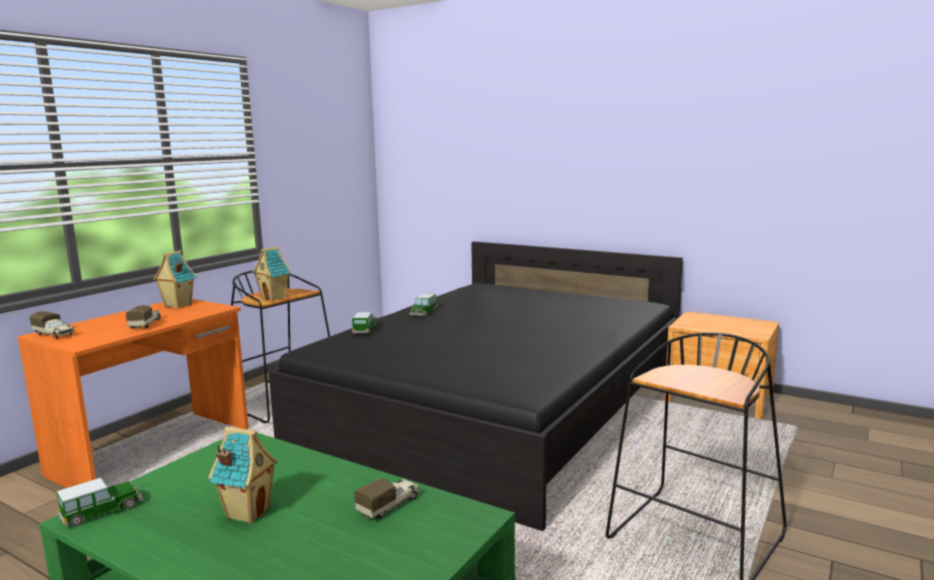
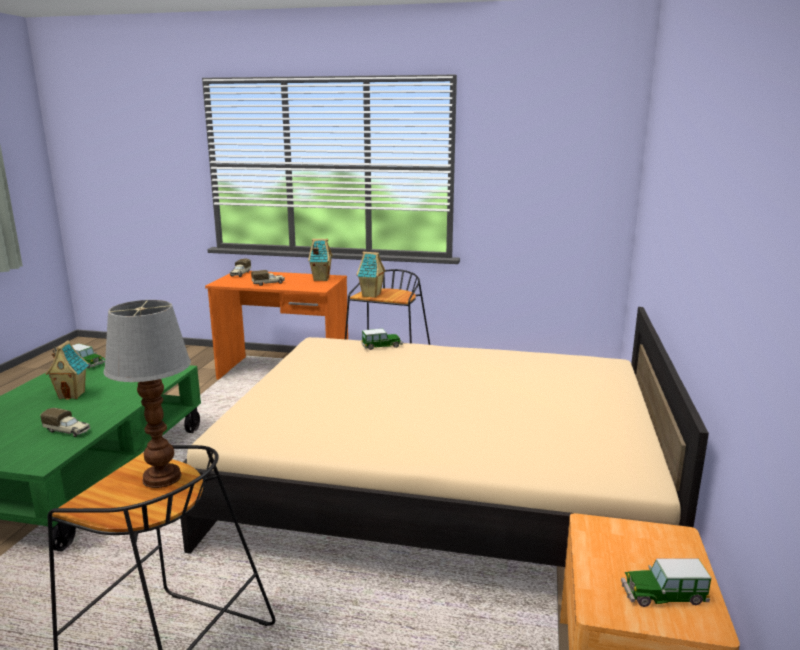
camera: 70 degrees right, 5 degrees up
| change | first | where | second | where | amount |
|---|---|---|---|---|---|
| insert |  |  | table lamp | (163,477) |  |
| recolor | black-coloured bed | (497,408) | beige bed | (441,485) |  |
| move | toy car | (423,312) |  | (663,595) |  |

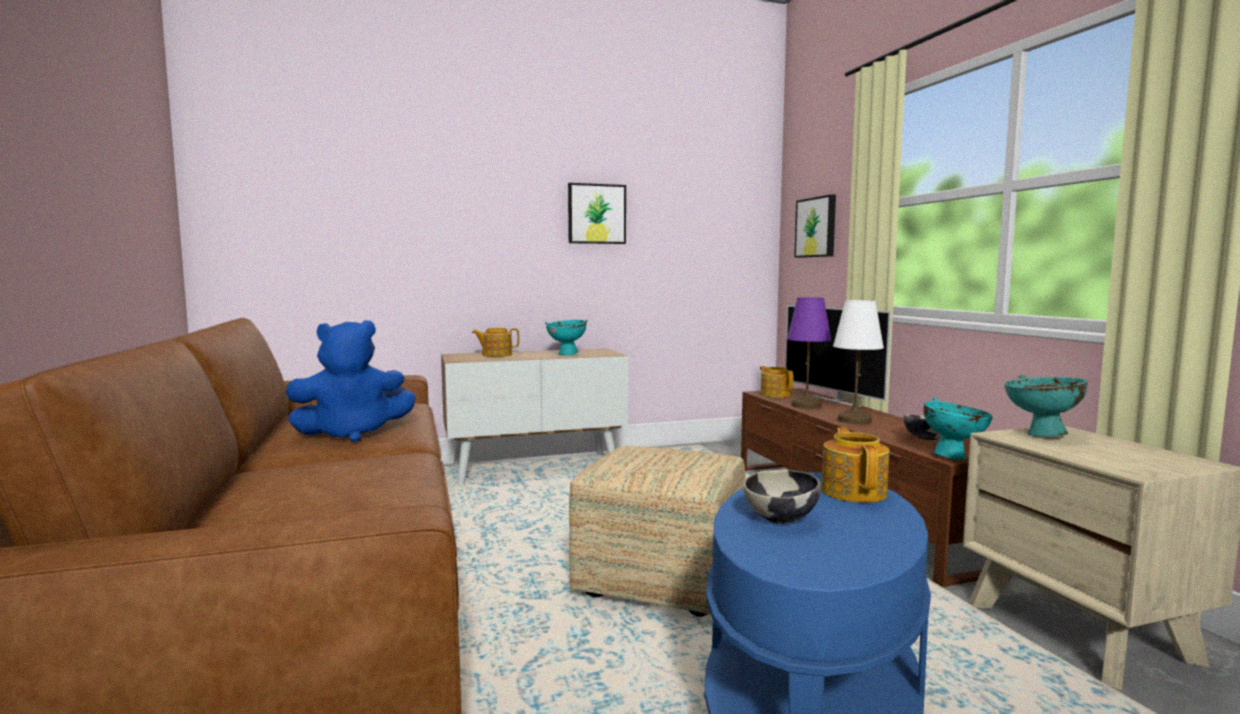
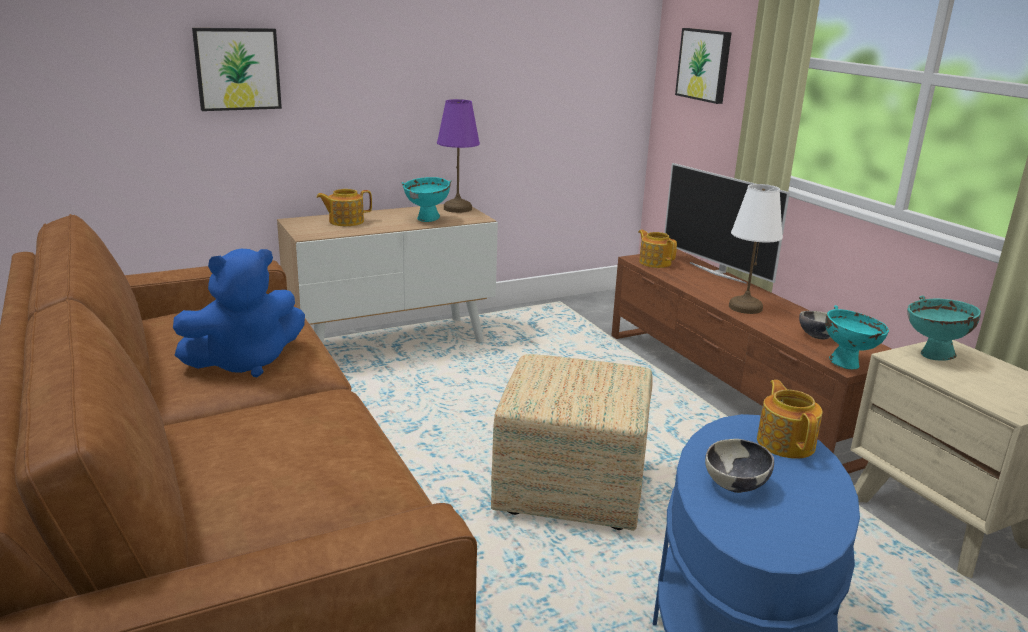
camera: 10 degrees left, 15 degrees up
| change | first | where | second | where | amount |
|---|---|---|---|---|---|
| move | wall art | (596,214) |  | (237,69) |  |
| move | purple-coloured table lamp | (807,405) |  | (458,209) |  |

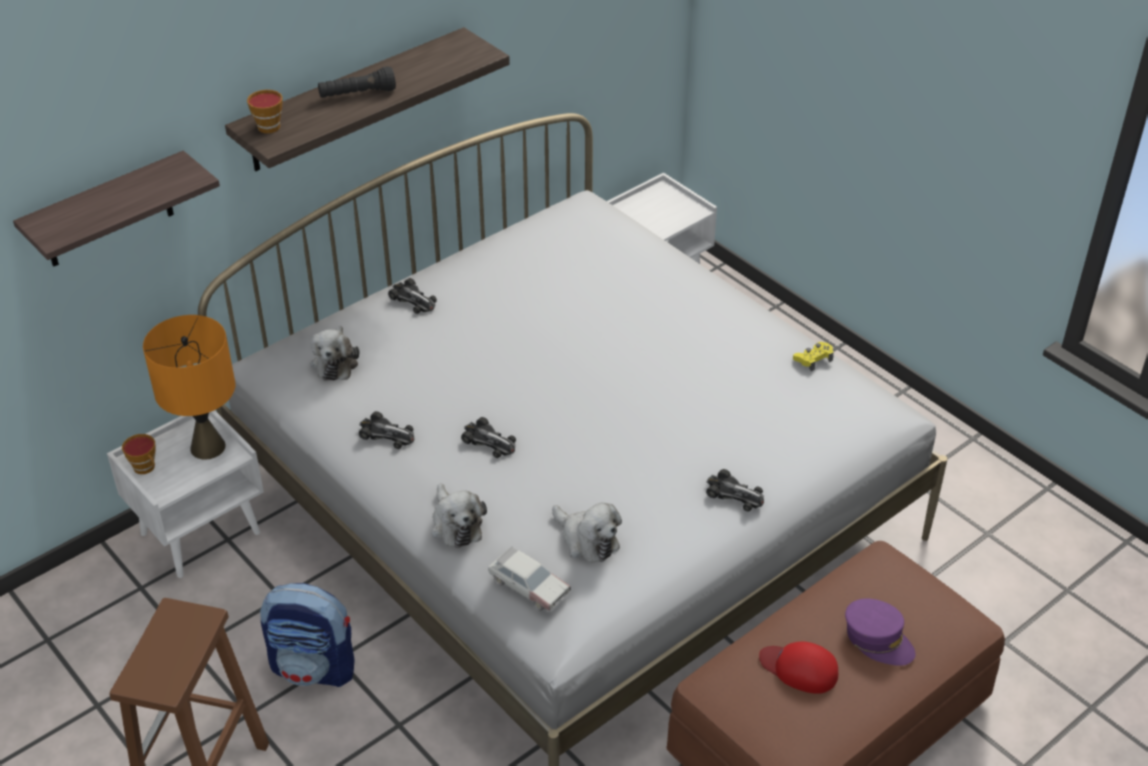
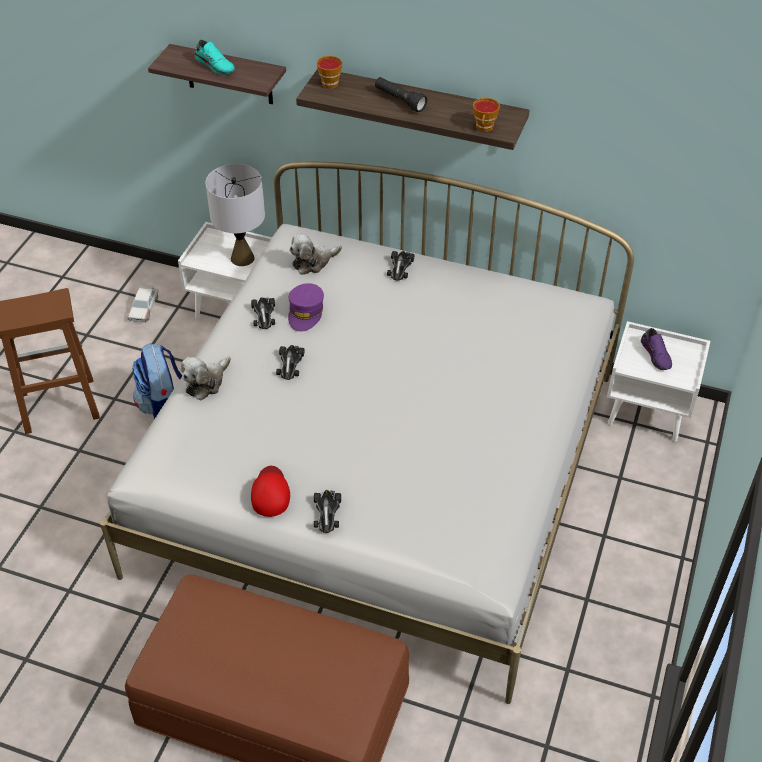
camera: 60 degrees right, 5 degrees up
| change | first | where | second | where | amount |
|---|---|---|---|---|---|
| move | toy car | (528,585) |  | (144,308) |  |
| insert |  |  | blue-green low shoe | (216,65) |  |
| recolor | orange-coloured table lamp | (207,447) | gray table lamp | (242,258) |  |
| move | red cap | (799,669) |  | (270,492) |  |
| move | purple-coloured cap | (878,639) |  | (305,313) |  |
| move | cup | (146,468) |  | (484,128) |  |
| insert |  |  | purple-coloured low shoe | (656,355) |  |
| delete | soft toy | (587,540) |  |  |  |
| delete | yellow joypad | (813,359) |  |  |  |

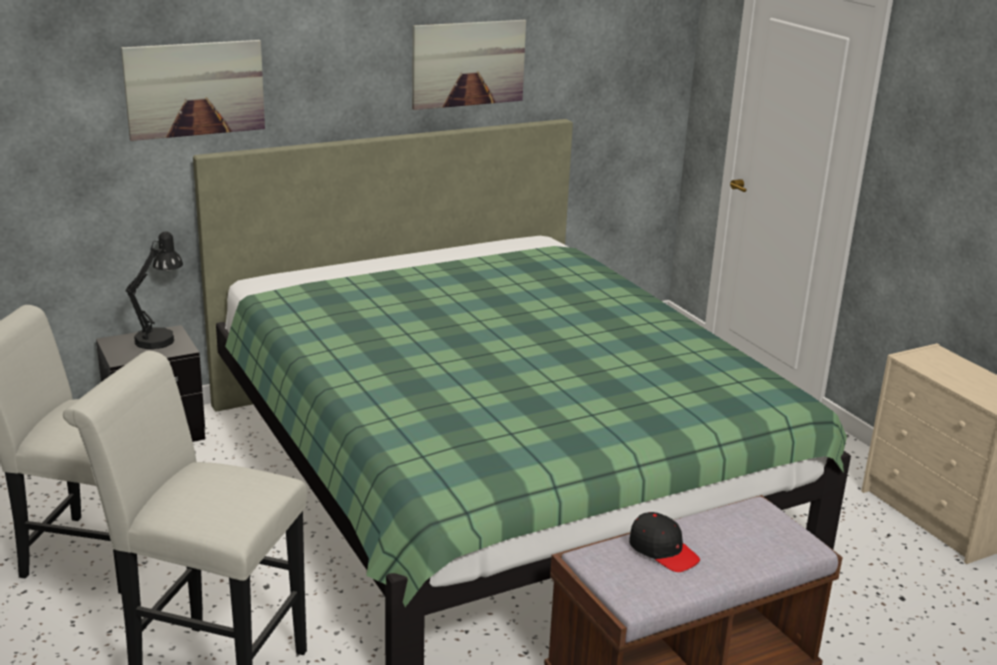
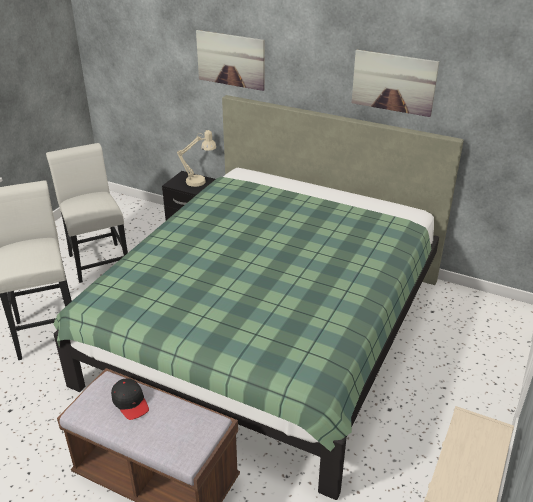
camera: 55 degrees right, 10 degrees up
| change | first | where | second | where | amount |
|---|---|---|---|---|---|
| rotate | black-coloured cap | (663,551) |  | (130,402) | 45 degrees counterclockwise |
| recolor | black-coloured table lamp | (160,337) | beige table lamp | (200,181) |  |

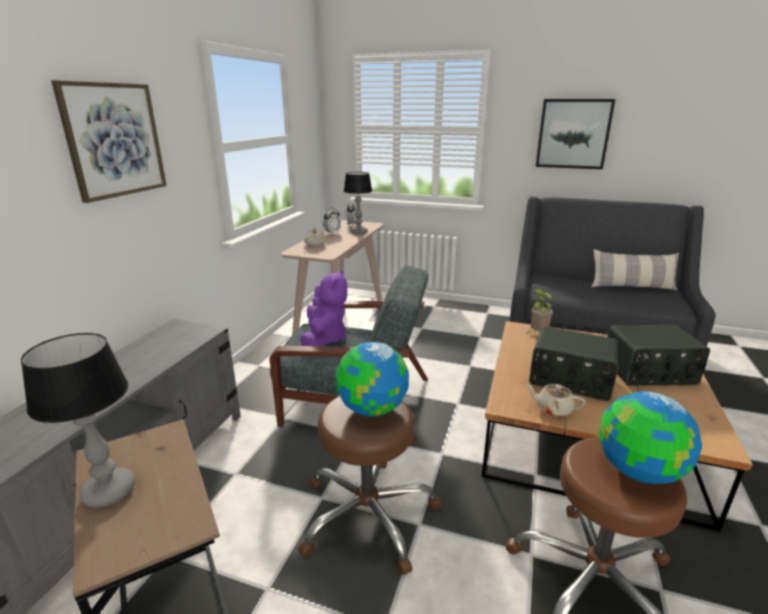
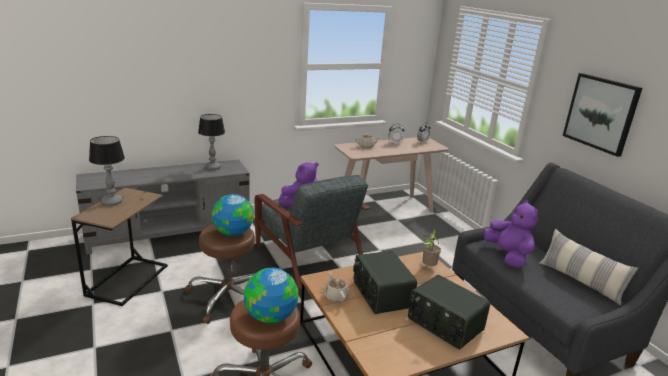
camera: 45 degrees right, 0 degrees up
| change | first | where | second | where | amount |
|---|---|---|---|---|---|
| move | table lamp | (358,232) |  | (212,167) |  |
| insert |  |  | purple-coloured soft toy | (507,256) |  |
| delete | wall art | (114,140) |  |  |  |

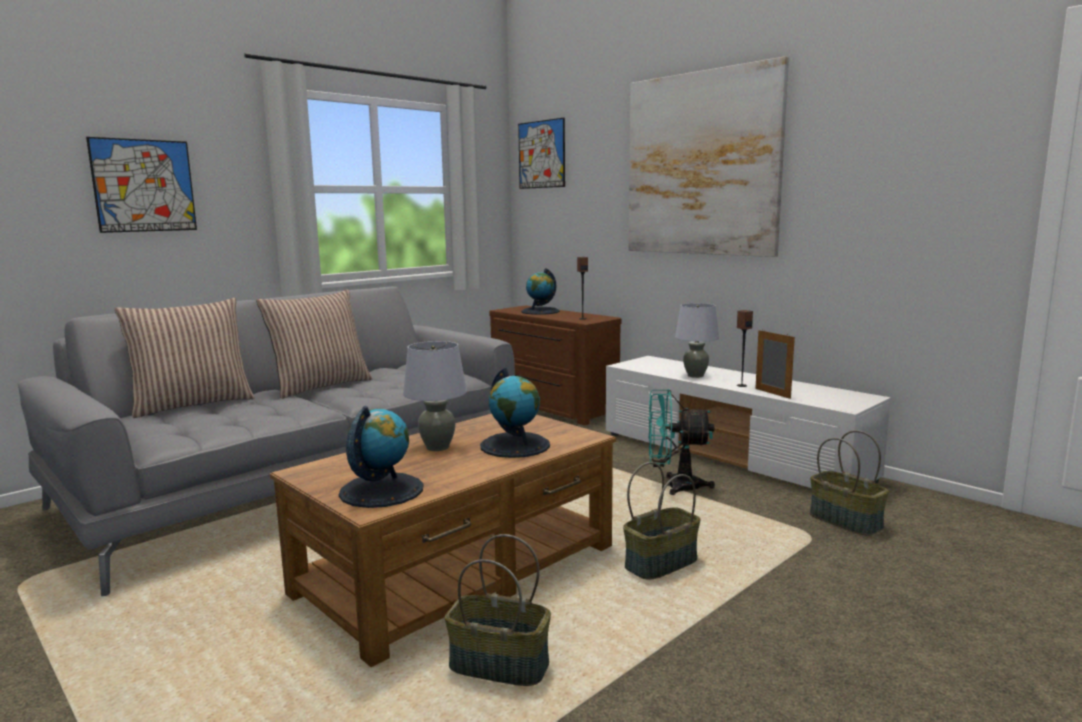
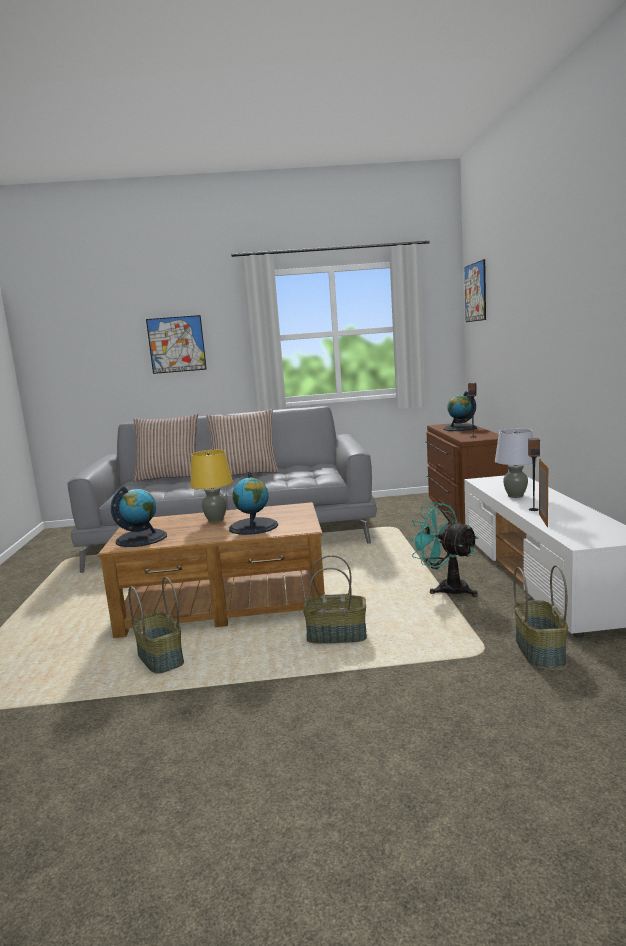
camera: 40 degrees right, 0 degrees up
| change | first | where | second | where | amount |
|---|---|---|---|---|---|
| recolor | gray table lamp | (437,447) | yellow table lamp | (215,520) |  |
| delete | wall art | (701,164) |  |  |  |

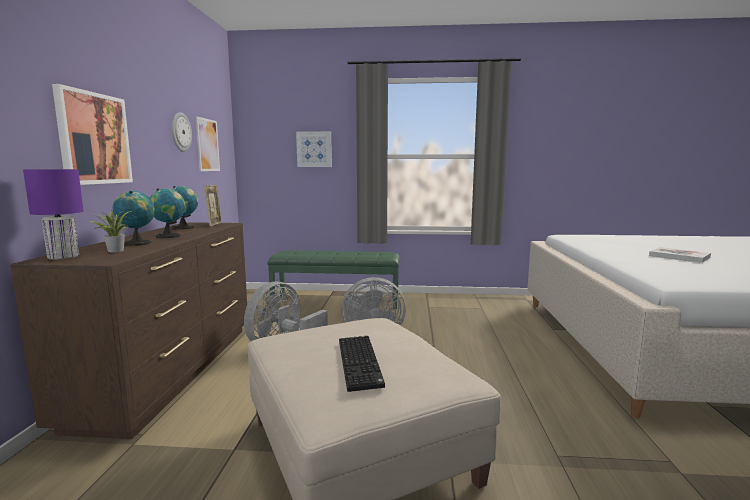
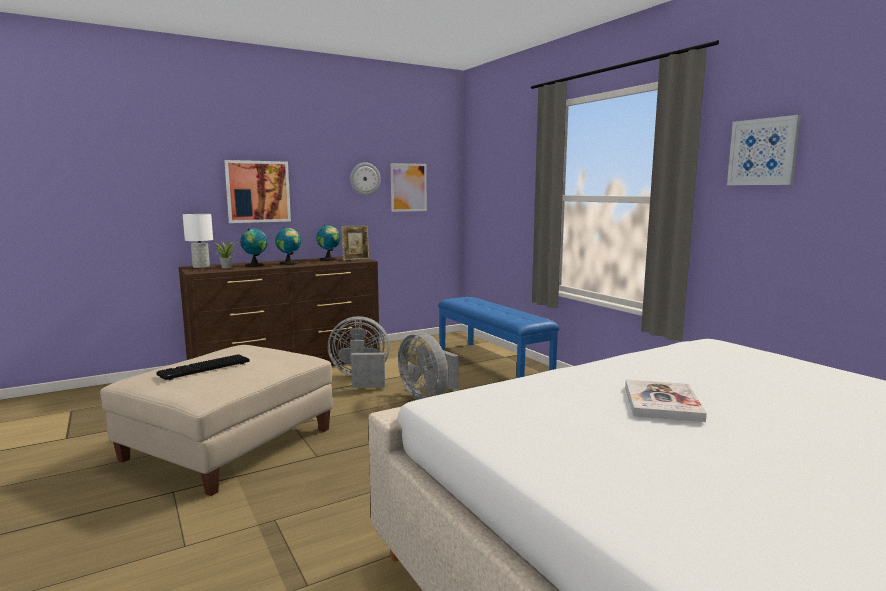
camera: 55 degrees right, 0 degrees up
| change | first | where | second | where | amount |
|---|---|---|---|---|---|
| recolor | purple-coloured table lamp | (62,257) | white-coloured table lamp | (200,267) |  |
| recolor | green-coloured indoor bench | (336,301) | blue-coloured indoor bench | (493,363) |  |
| move | wall art | (314,149) |  | (763,152) |  |

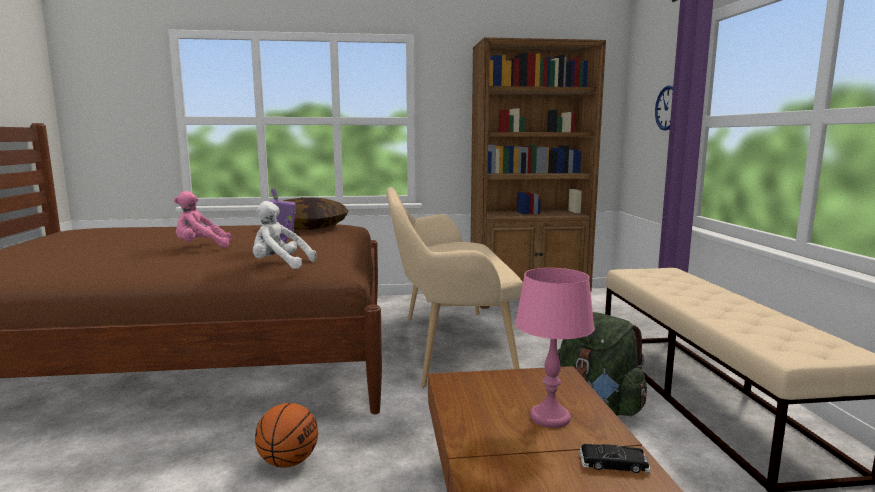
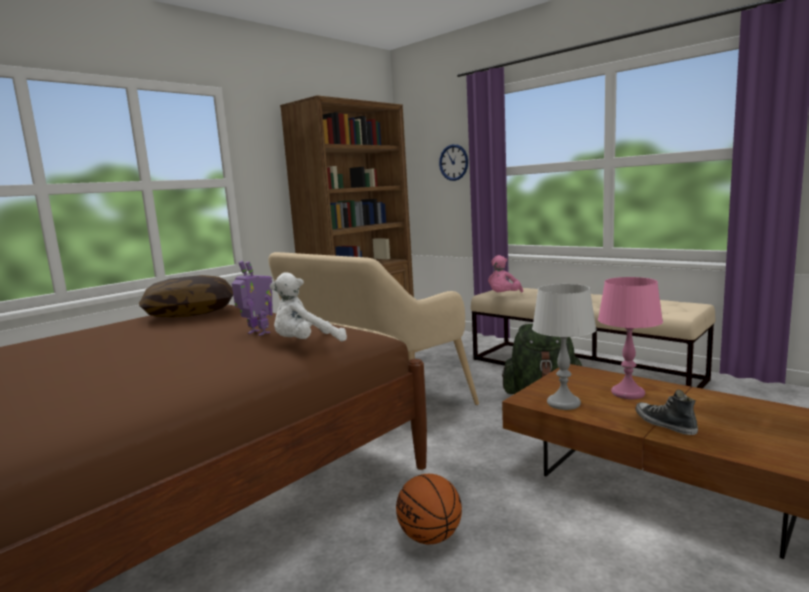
camera: 40 degrees left, 0 degrees up
| change | first | where | second | where | amount |
|---|---|---|---|---|---|
| move | pink soft toy | (201,247) |  | (503,296) |  |
| insert |  |  | gray table lamp | (564,403) |  |
| insert |  |  | low shoe | (664,424) |  |
| delete | black-coloured toy car | (613,464) |  |  |  |

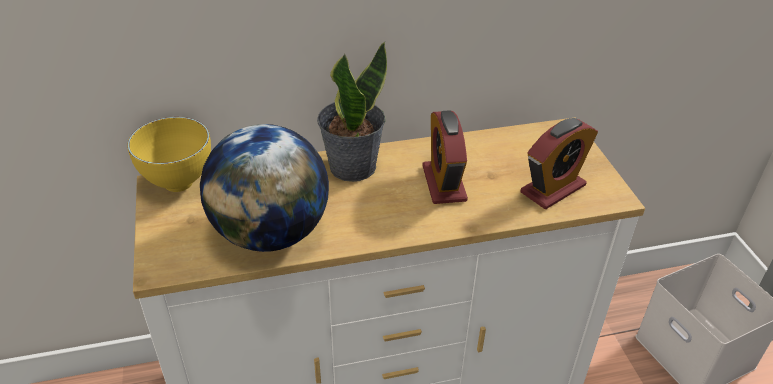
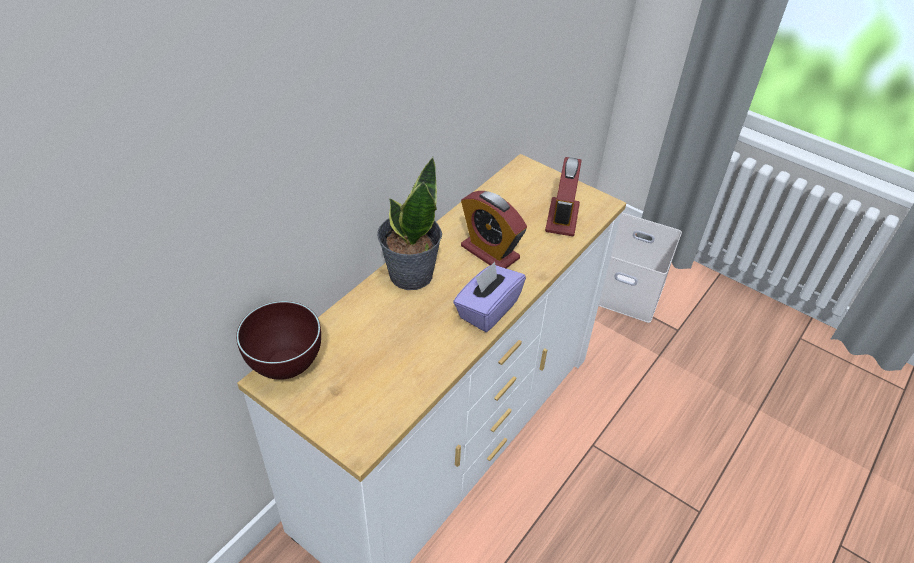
camera: 40 degrees left, 5 degrees up
| change | first | where | second | where | amount |
|---|---|---|---|---|---|
| recolor | yellow bowl | (178,183) | brown-coloured bowl | (284,367) |  |
| insert |  |  | purple-coloured tissue box | (487,310) |  |
| delete | desk globe | (271,233) |  |  |  |

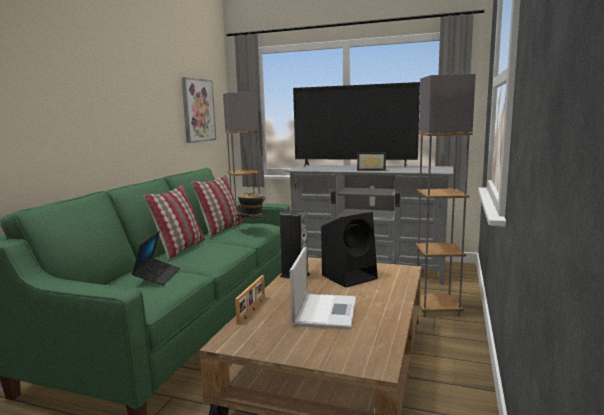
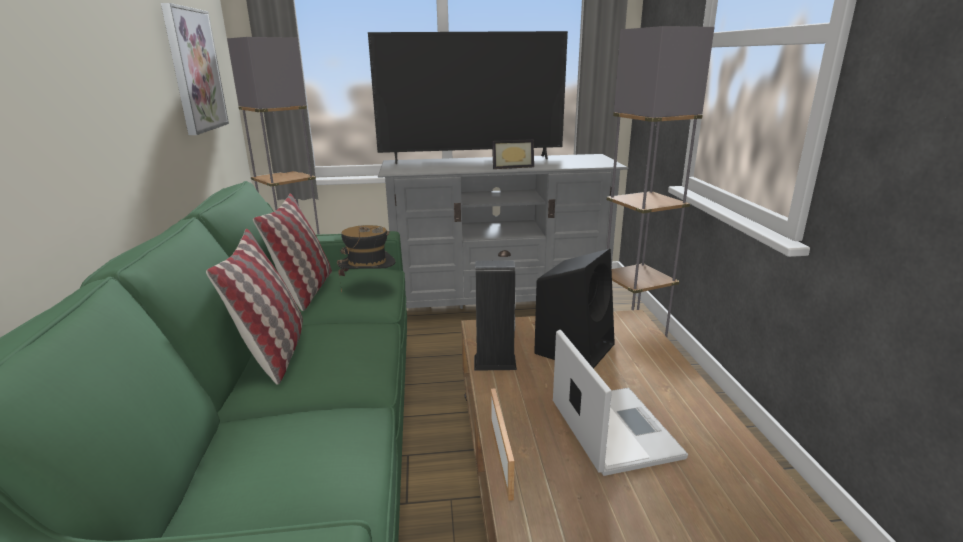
camera: 25 degrees left, 10 degrees up
| change | first | where | second | where | amount |
|---|---|---|---|---|---|
| delete | laptop | (157,276) |  |  |  |

